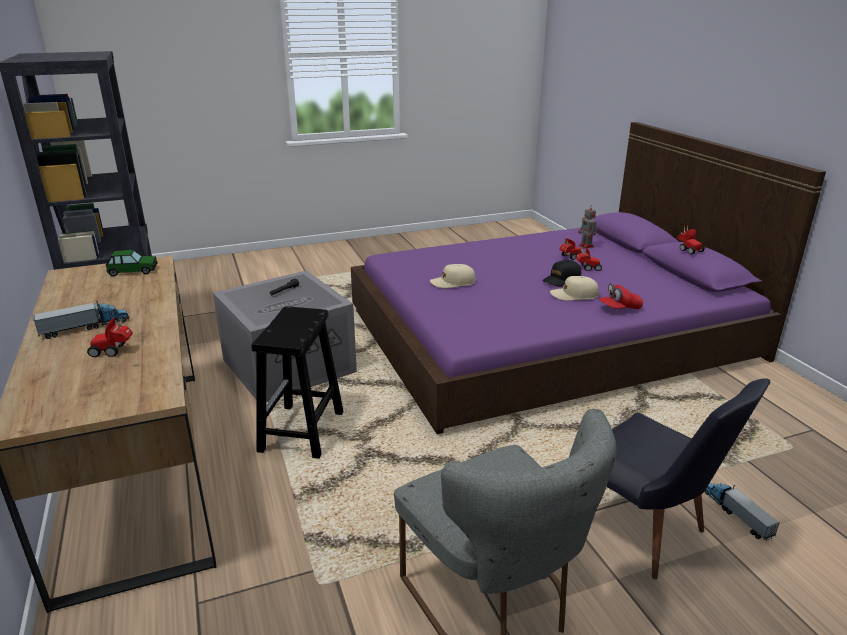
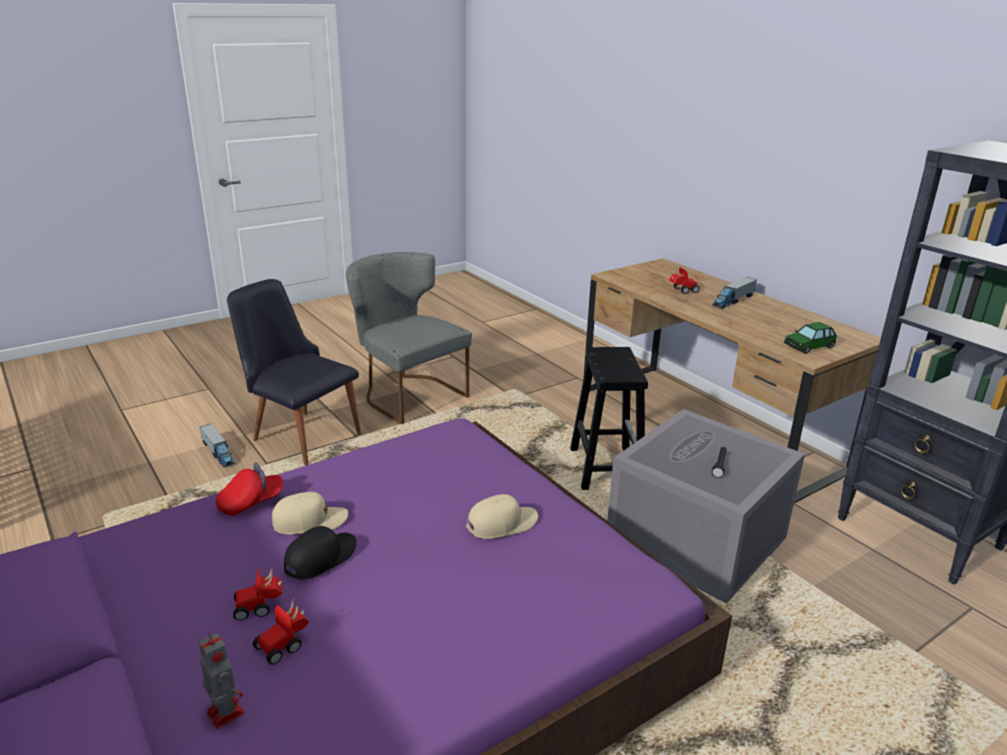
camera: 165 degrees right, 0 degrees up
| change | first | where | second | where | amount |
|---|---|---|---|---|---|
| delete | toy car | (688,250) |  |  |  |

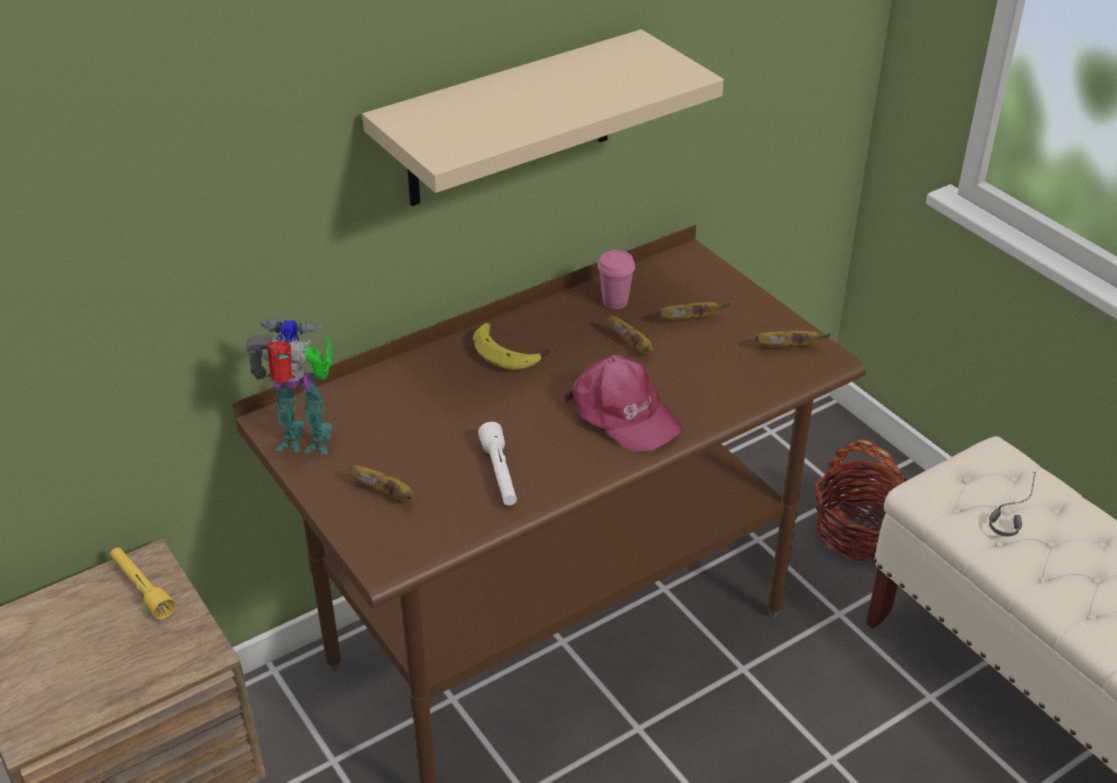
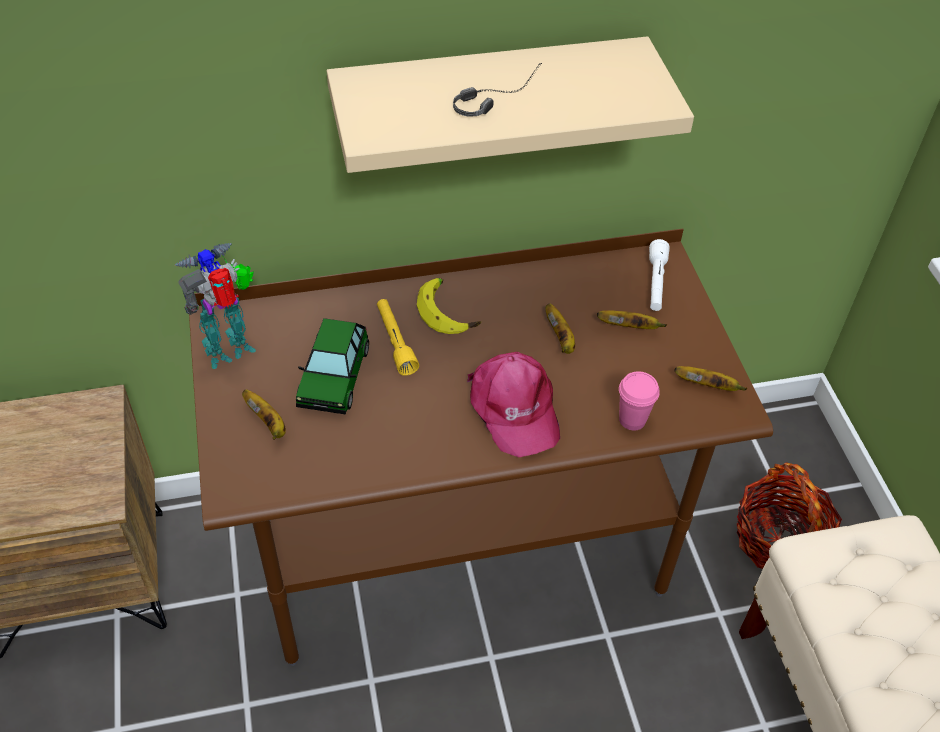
camera: 20 degrees right, 10 degrees up
| change | first | where | second | where | amount |
|---|---|---|---|---|---|
| rotate | robot figure | (307,443) |  | (231,350) | 60 degrees counterclockwise |
| insert |  |  | toy car | (334,377) |  |
| move | yellow flashlight | (142,588) |  | (395,342) |  |
| move | pair of headphones | (1009,510) |  | (495,97) |  |
| move | pink cup | (615,302) |  | (632,420) |  |
| move | white-coloured flashlight | (500,473) |  | (656,283) |  |

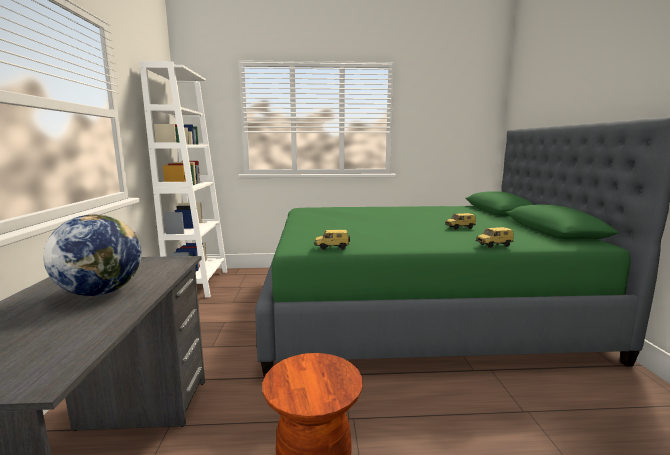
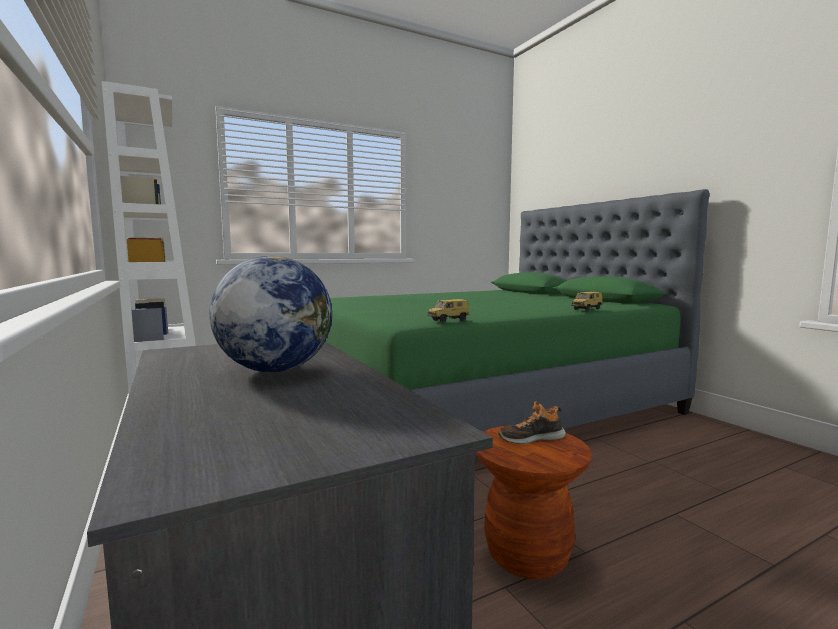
camera: 25 degrees left, 5 degrees down
| change | first | where | second | where | amount |
|---|---|---|---|---|---|
| insert |  |  | low shoe | (531,438) |  |
| delete | toy car | (460,228) |  |  |  |

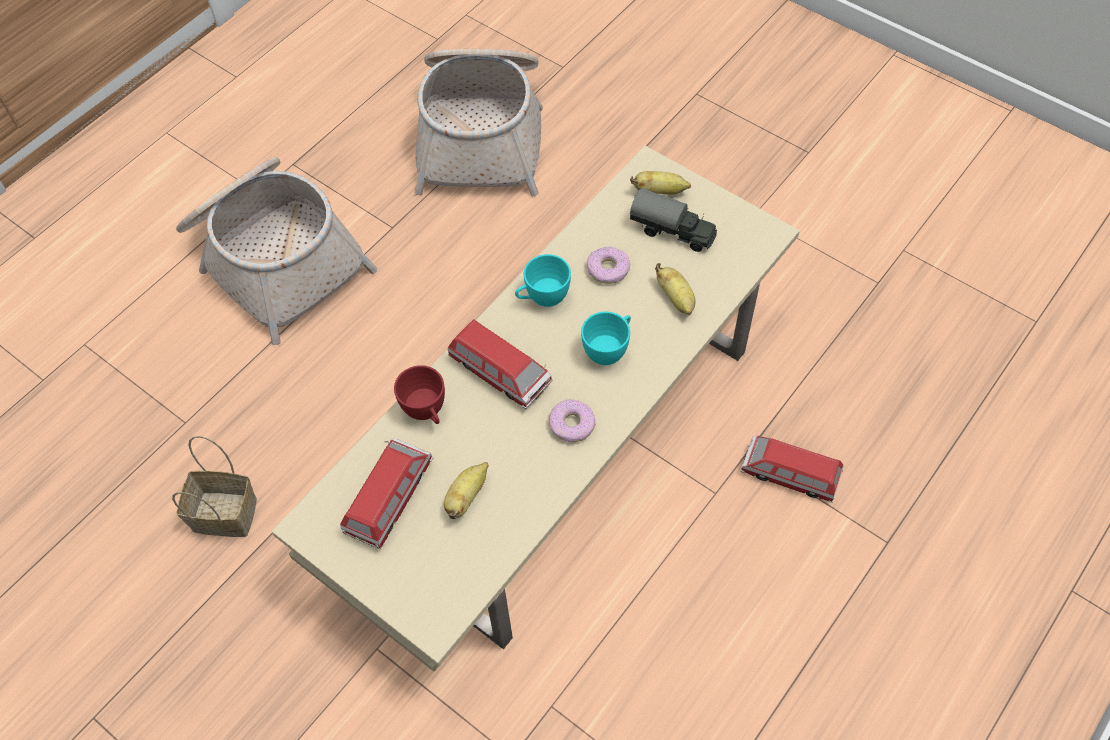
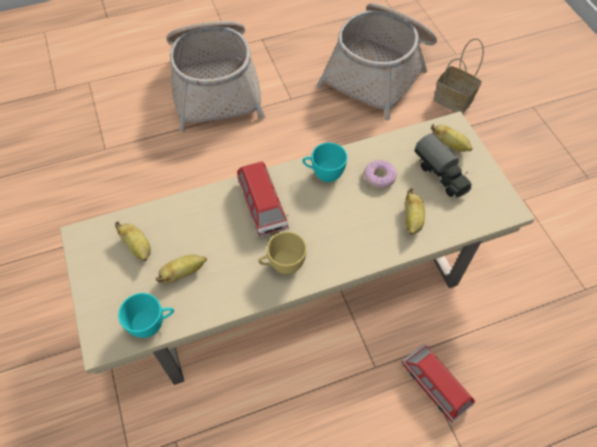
camera: 30 degrees right, 0 degrees up
| change | first | where | second | where | amount |
|---|---|---|---|---|---|
| replace | toy car | (389,498) | banana | (138,247) |  |
| move | blue-green cup | (609,350) |  | (152,324) |  |
| replace | doughnut | (571,425) | yellow cup | (282,265) |  |
| move | household basket | (222,515) |  | (452,99) |  |
| delete | red cup | (426,412) |  |  |  |

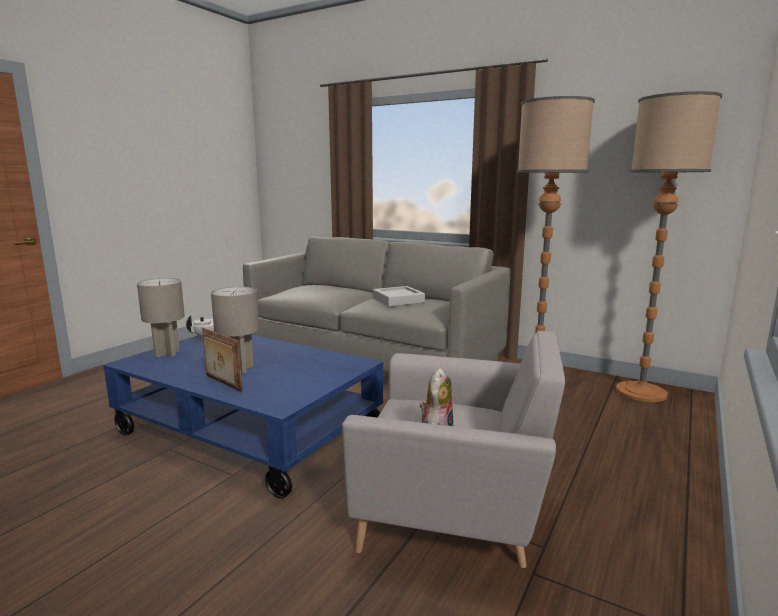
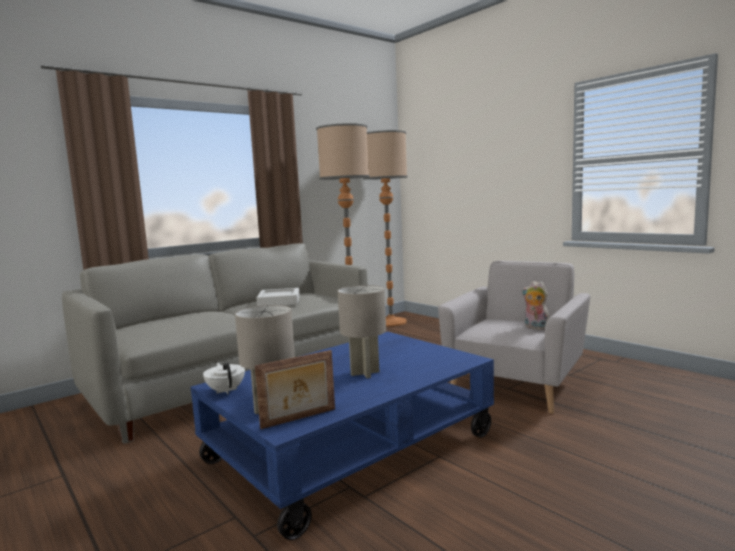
camera: 70 degrees left, 5 degrees down
| change | first | where | second | where | amount |
|---|---|---|---|---|---|
| move | photo frame | (222,383) |  | (299,419) |  |

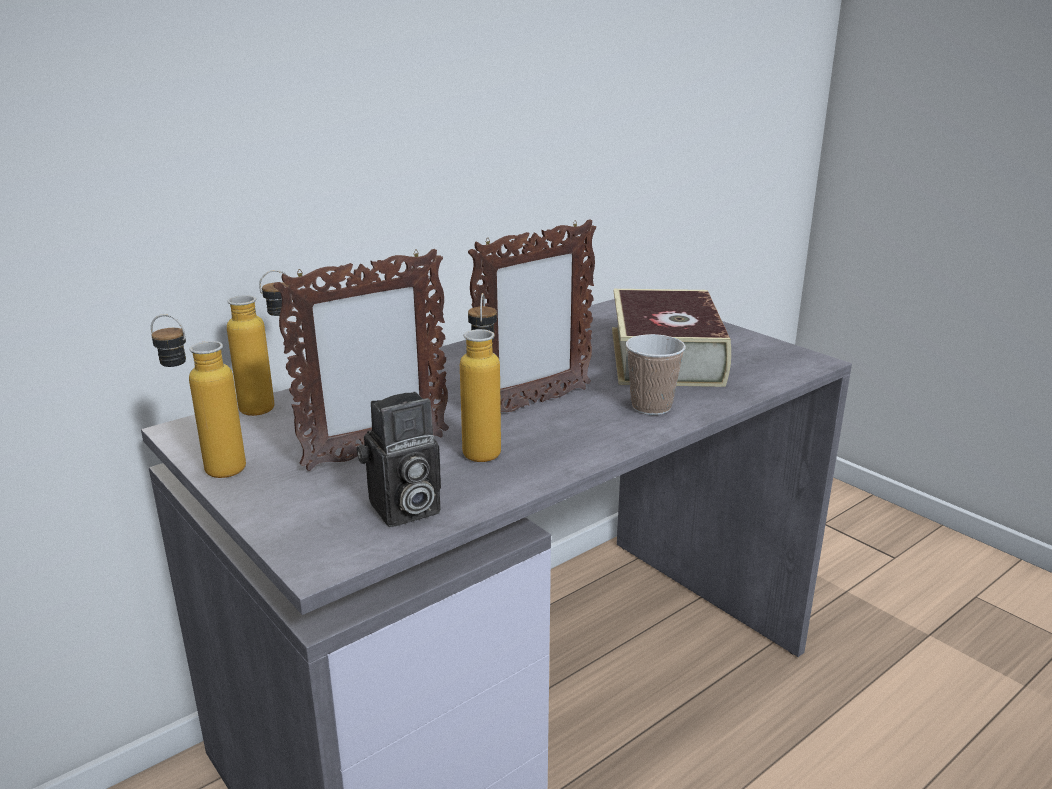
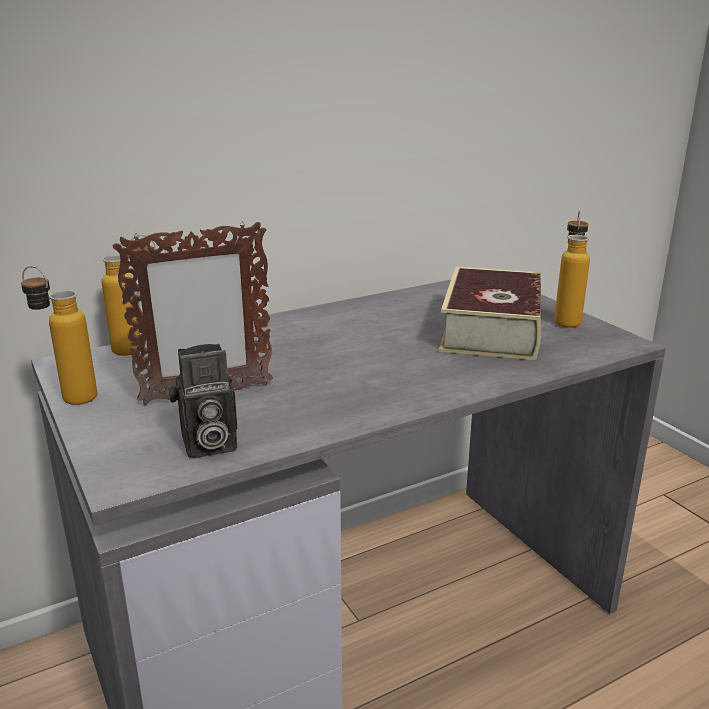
camera: 10 degrees right, 0 degrees up
| change | first | where | second | where | amount |
|---|---|---|---|---|---|
| move | bottle | (483,447) |  | (567,319) |  |
| delete | photo frame | (533,404) |  |  |  |
| delete | cup | (651,407) |  |  |  |

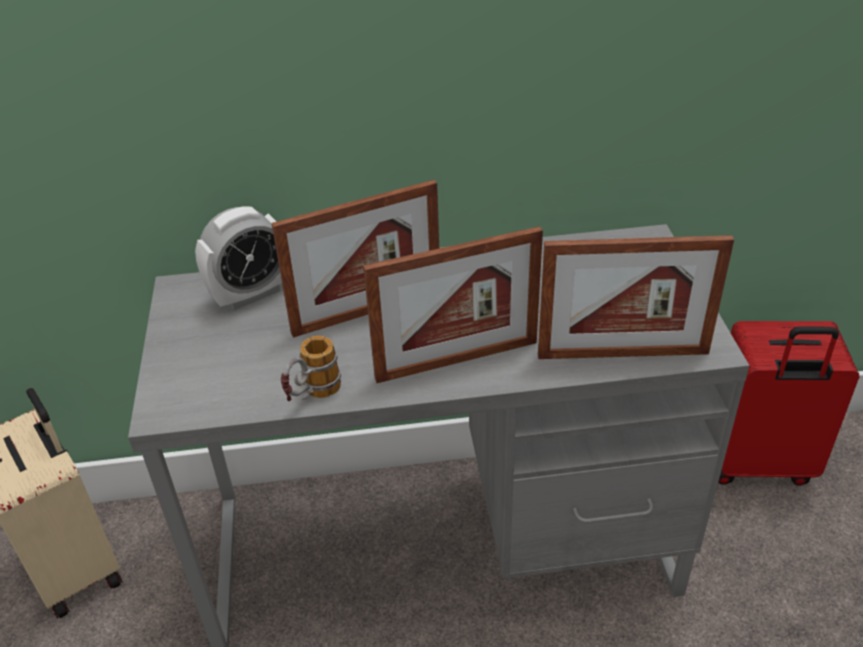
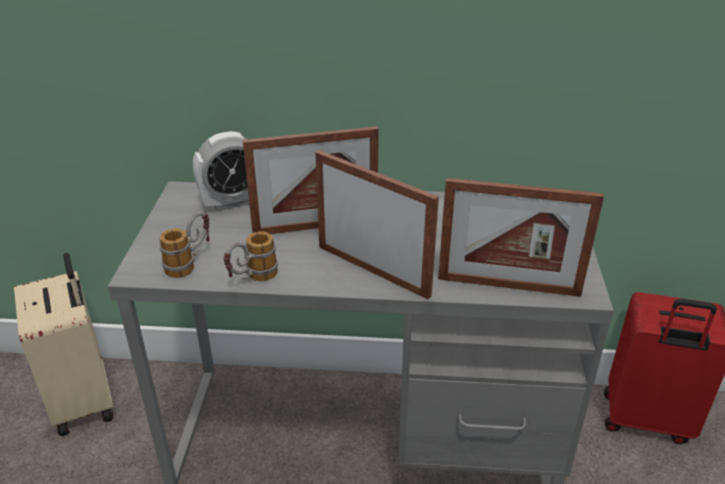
camera: 10 degrees right, 5 degrees down
| change | first | where | second | where | amount |
|---|---|---|---|---|---|
| insert |  |  | mug | (190,262) |  |
| rotate | photo frame | (457,360) |  | (372,270) | 135 degrees counterclockwise |

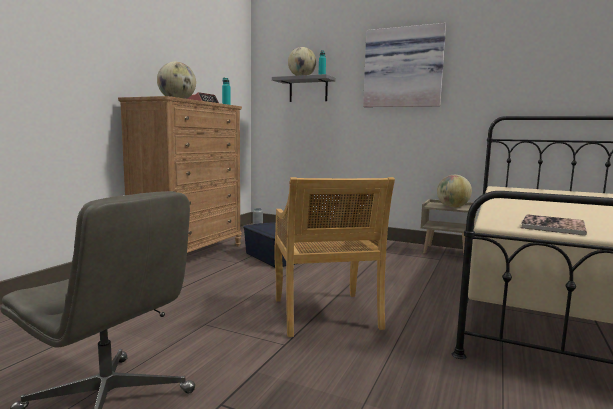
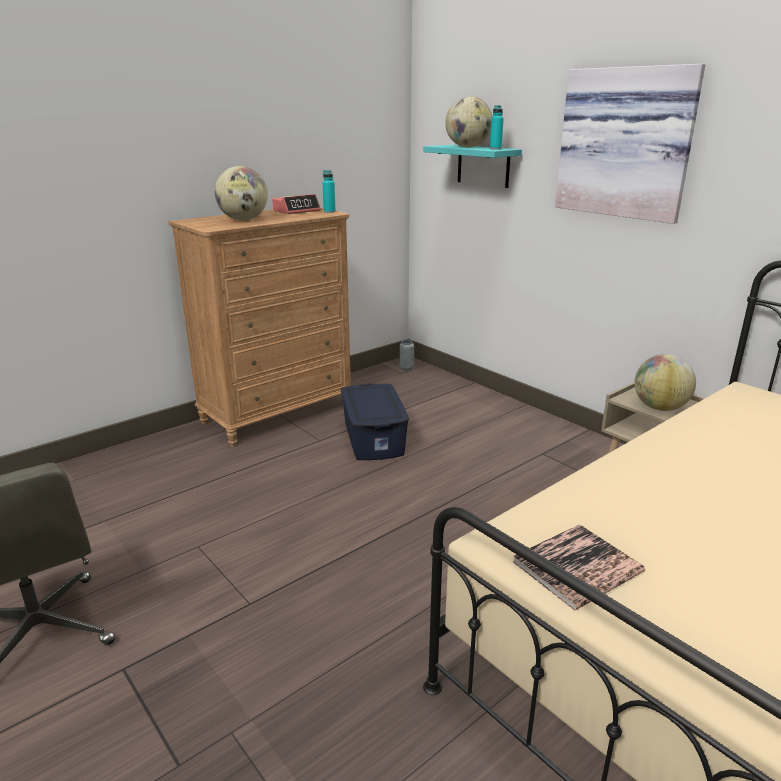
camera: 25 degrees right, 15 degrees up
| change | first | where | second | where | amount |
|---|---|---|---|---|---|
| recolor | gray shelf | (308,90) | blue-green shelf | (483,166) |  |
| delete | beige plain chair | (326,315) |  |  |  |

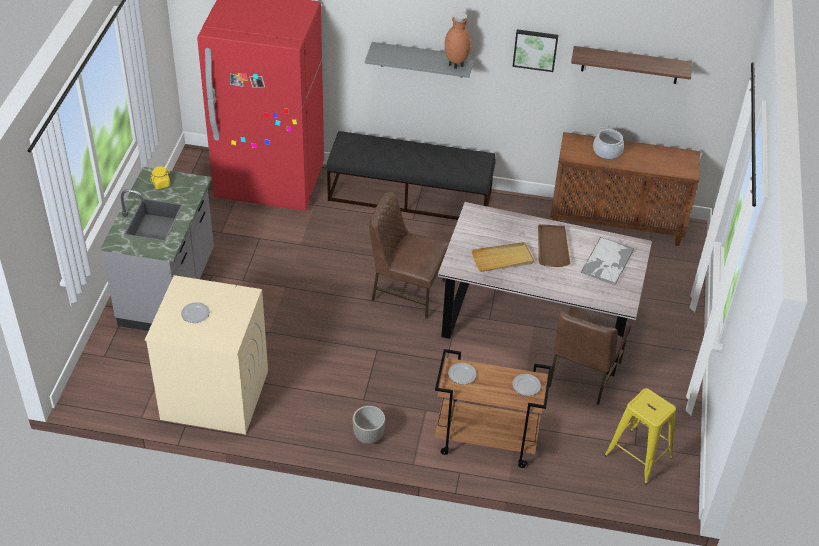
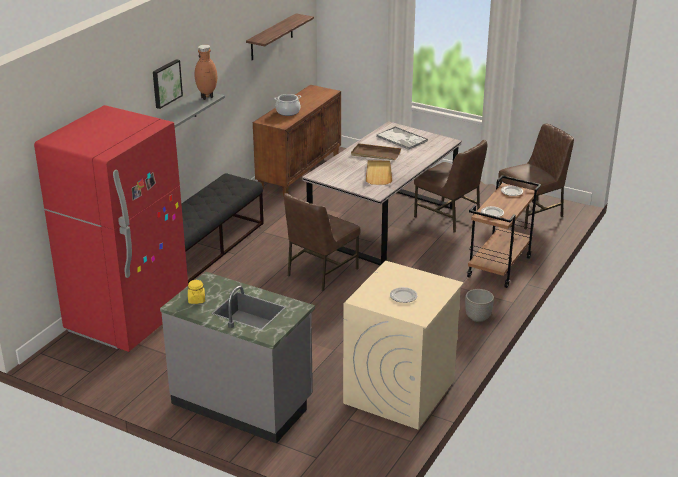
camera: 70 degrees left, 15 degrees down
| change | first | where | second | where | amount |
|---|---|---|---|---|---|
| move | wall art | (535,49) |  | (166,83) |  |
| replace | yellow stool | (638,456) | brown-coloured plain chair | (531,213) |  |

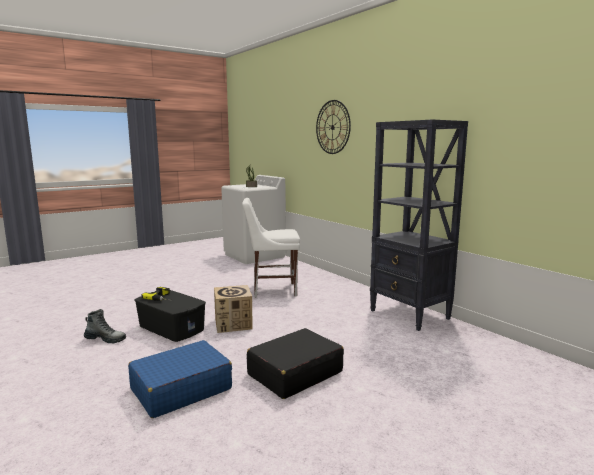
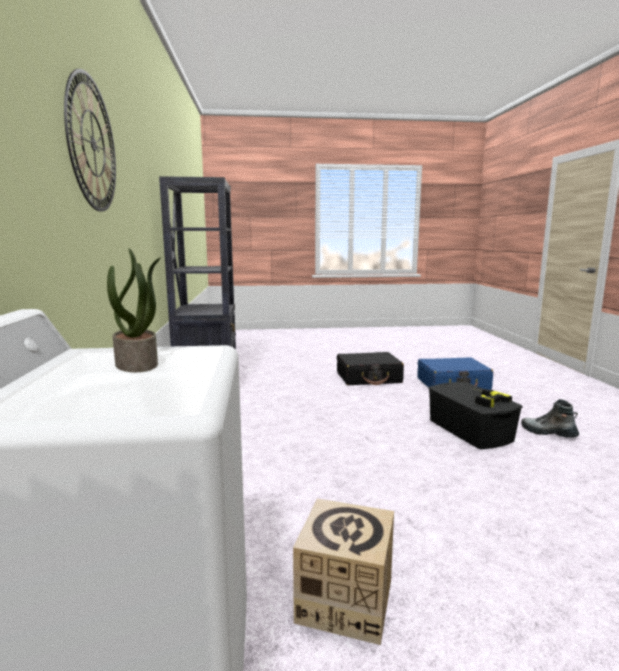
camera: 150 degrees left, 0 degrees up
| change | first | where | second | where | amount |
|---|---|---|---|---|---|
| move | cardboard box | (233,324) |  | (345,600) |  |
| delete | white-coloured plain chair | (271,290) |  |  |  |

